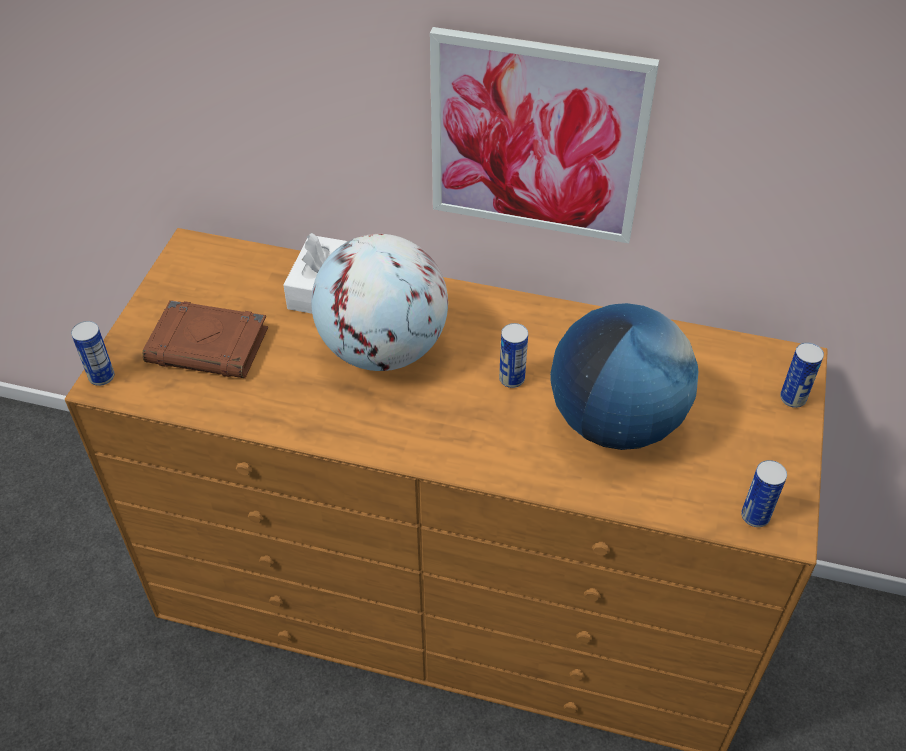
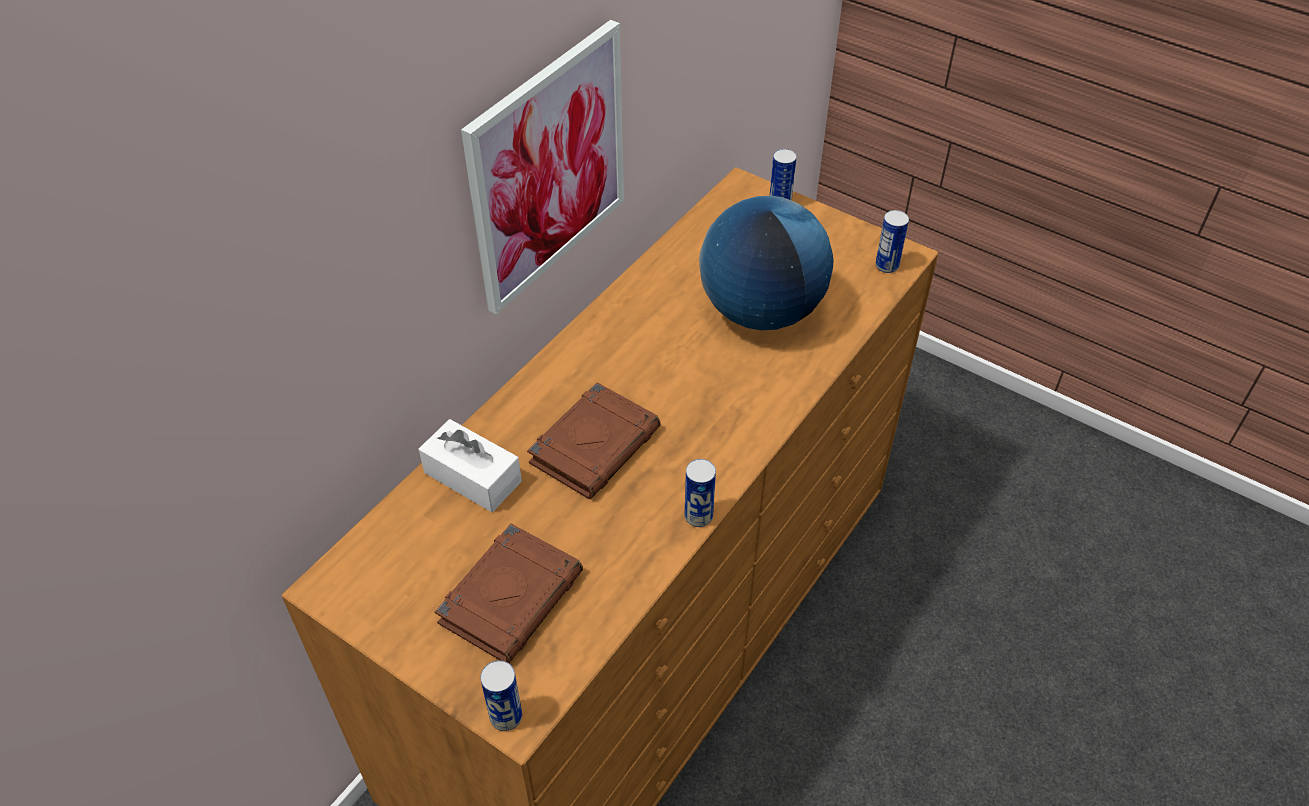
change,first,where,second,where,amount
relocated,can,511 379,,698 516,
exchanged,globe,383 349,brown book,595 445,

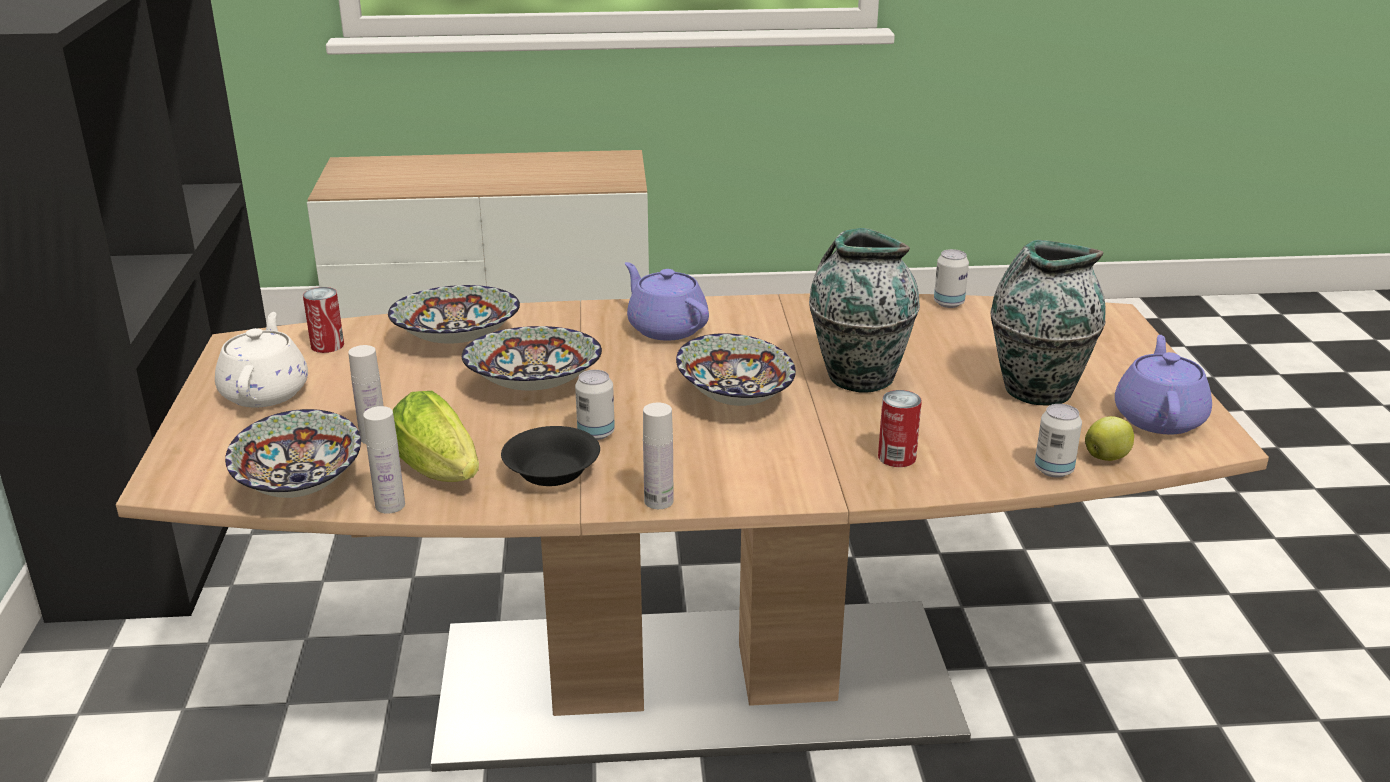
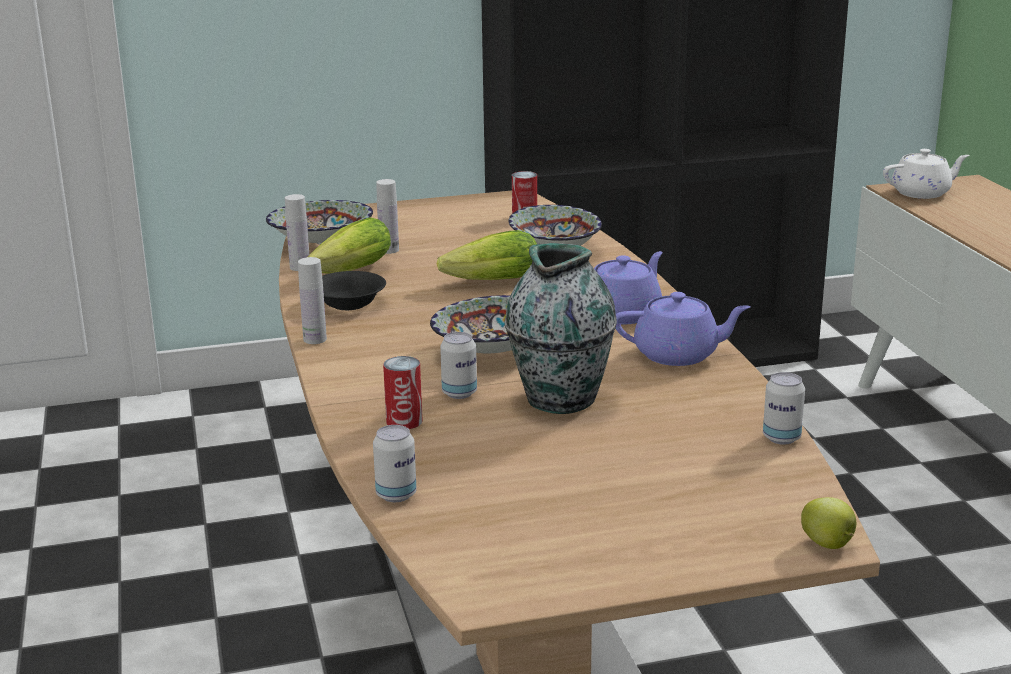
change,first,where,second,where,amount
missing,vase,1035 390,,,
relocated,white teapot,266 392,,922 193,
relocated,can,596 433,,459 393,
relocated,apple,1107 457,,828 545,
relocated,purple teapot,1159 417,,678 354,
exchanged,bowl,534 385,lettuce,487 282,

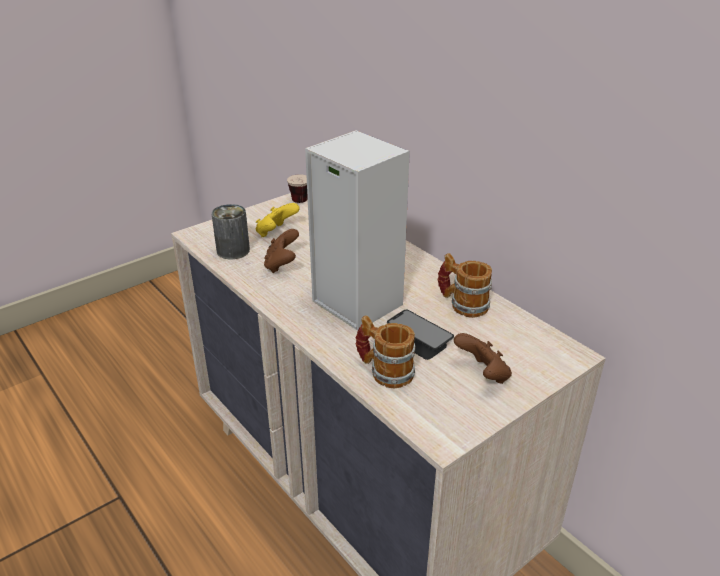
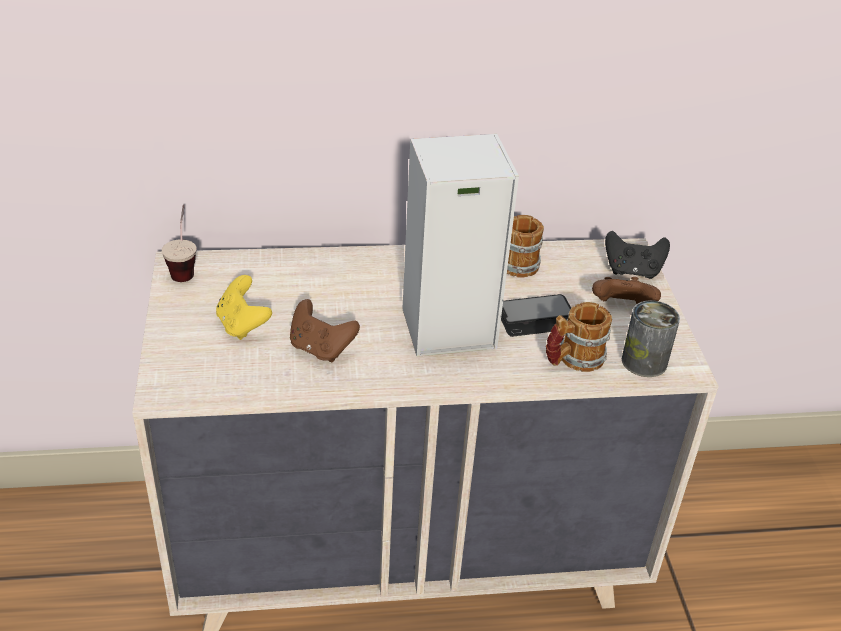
change,first,where,second,where,amount
appeared,,,black game controller,632 271,
relocated,can,233 250,,644 361,

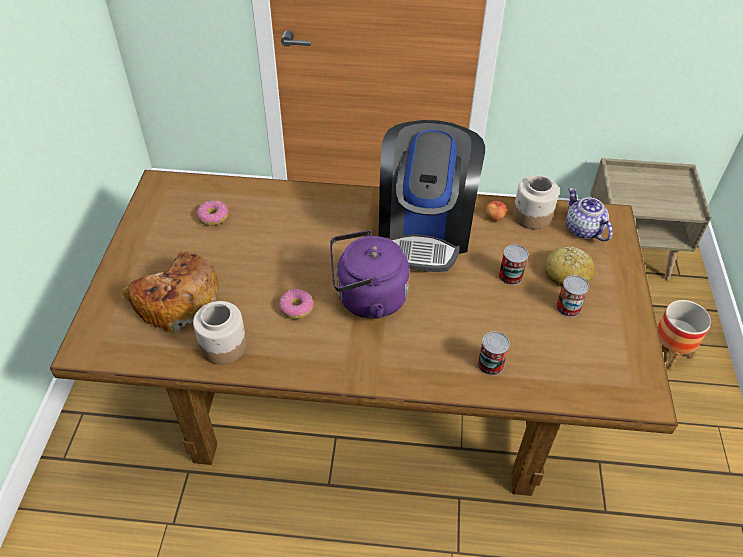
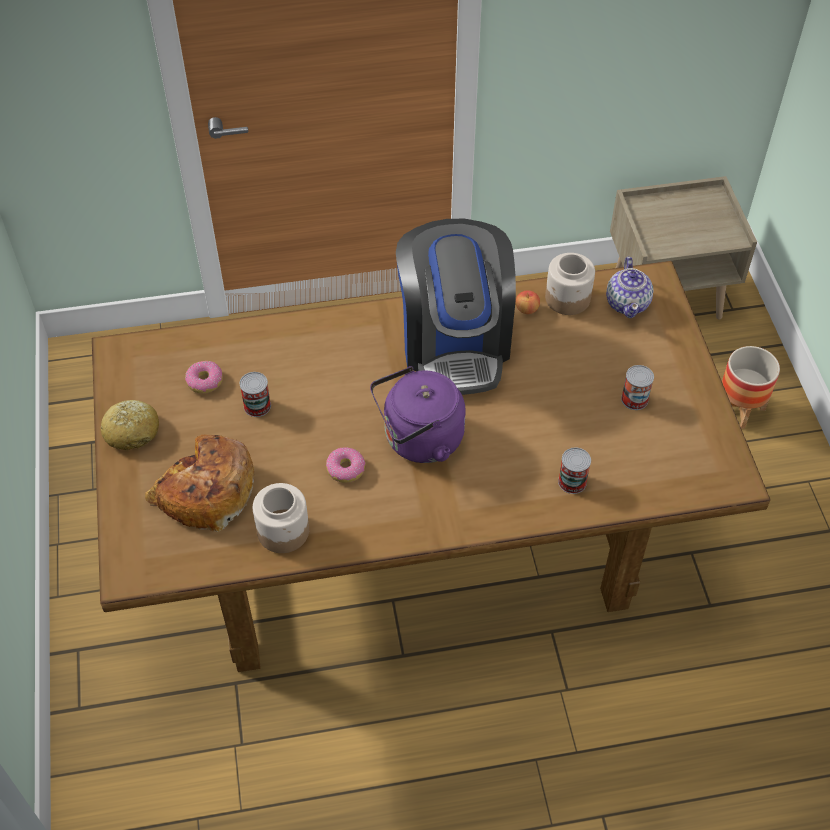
change,first,where,second,where,amount
relocated,can,510 276,,257 406,
relocated,bread,567 273,,132 431,
spun,teapot,583 230,,627 303,135 degrees counterclockwise

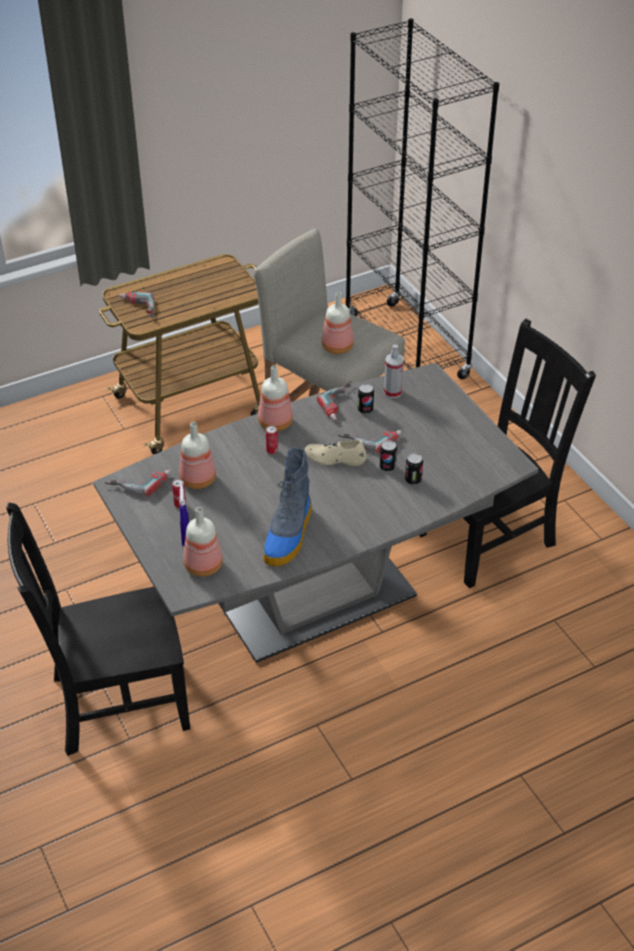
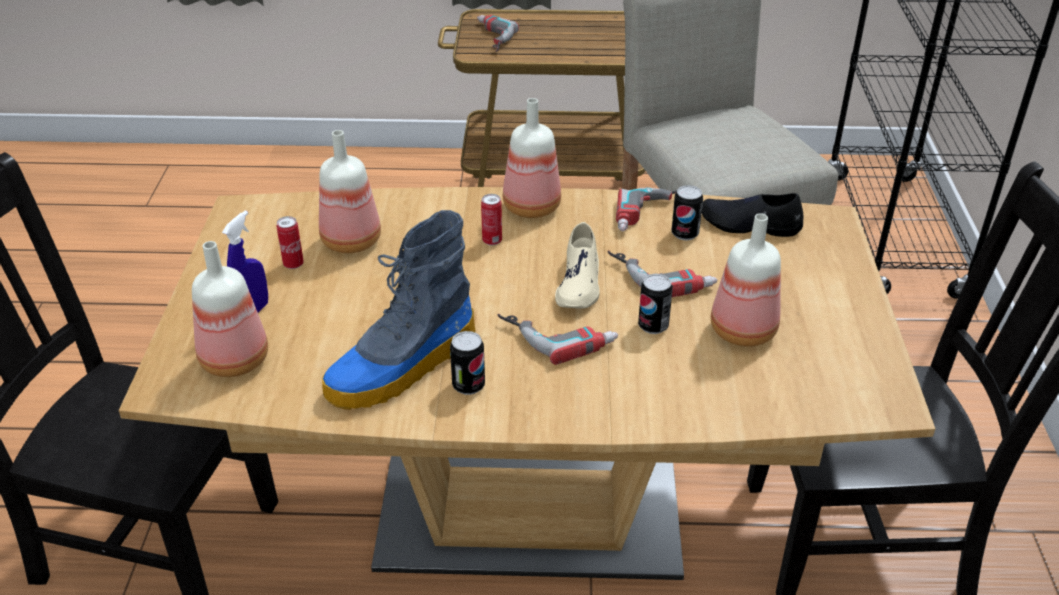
change,first,where,second,where,amount
relocated,power drill,139 481,,558 333,
relocated,bottle,336 347,,741 330,
relocated,can,413 480,,468 385,
exchanged,spray bottle,392 392,black shoe,749 224,
colour,grey dining table,317 599,brown dining table,529 517,
spun,beige shoe,335 458,,579 283,120 degrees counterclockwise

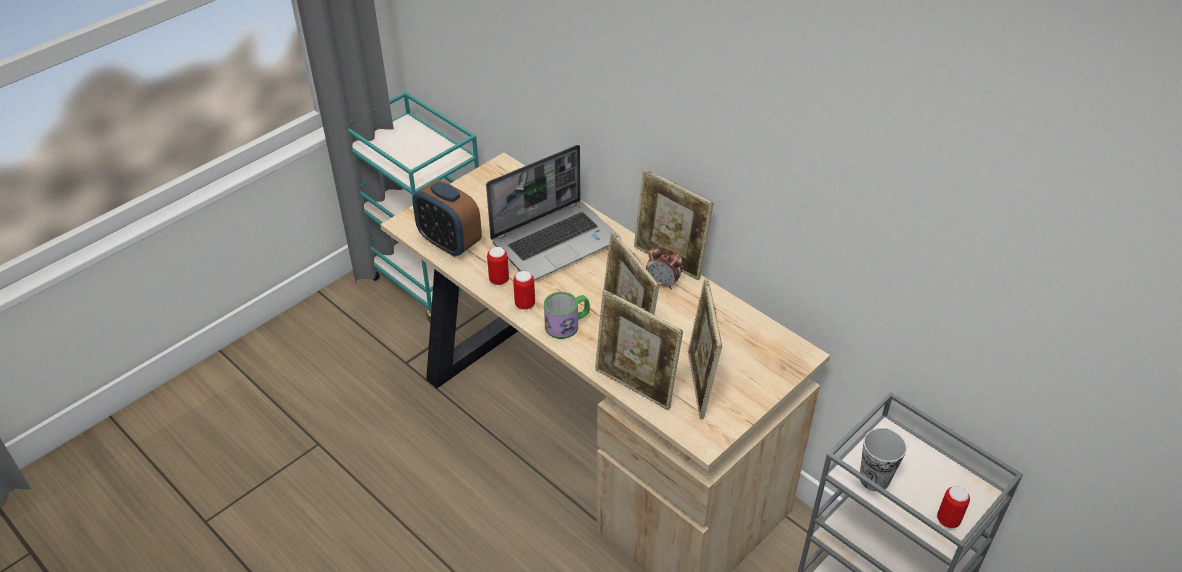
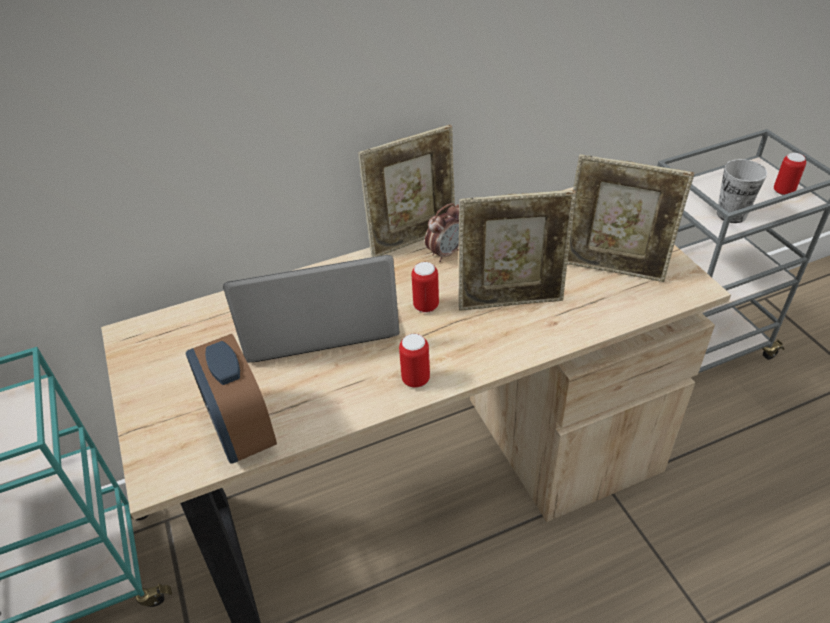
change,first,where,second,where,amount
missing,mug,567 324,,,
missing,picture frame,635 387,,,
relocated,can,499 280,,426 306,
spun,alarm clock,449 243,,242 431,90 degrees clockwise
spun,laptop,556 241,,316 320,90 degrees counterclockwise

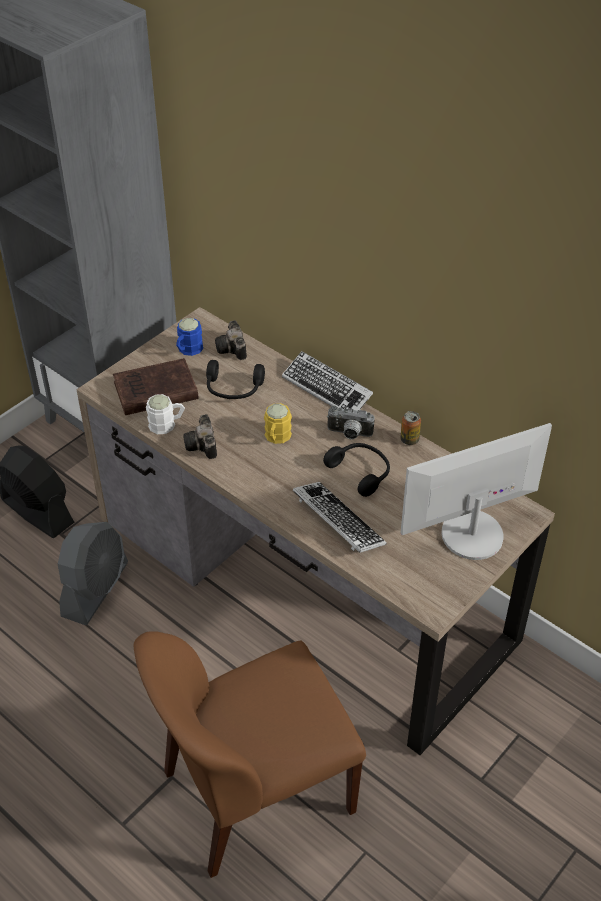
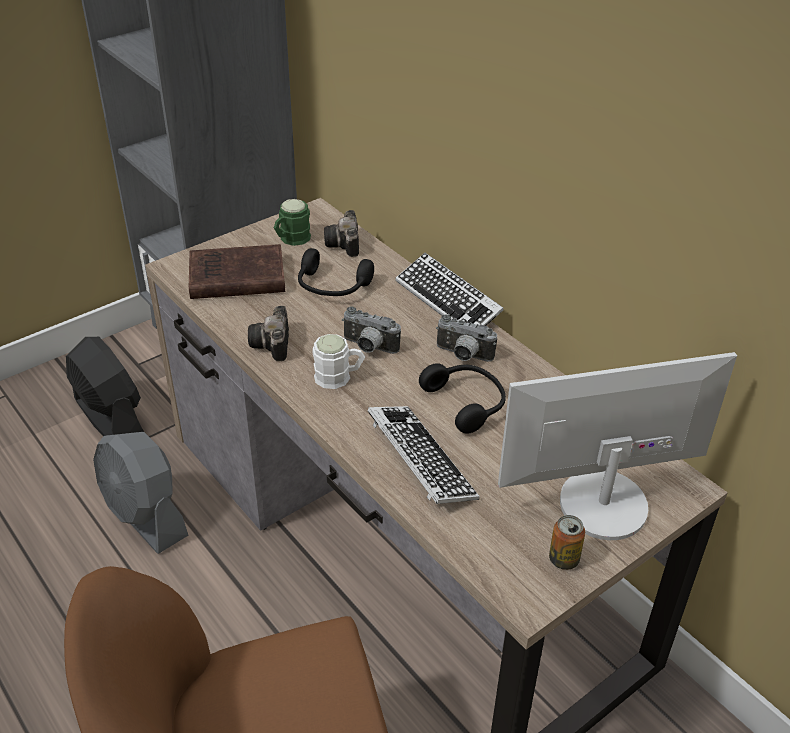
change,first,where,second,where,amount
relocated,white mug,167 424,,339 377,
relocated,can,409 440,,563 559,
exchanged,yellow mug,276 438,photo camera,368 347,
colour,blue mug,188 350,green mug,291 239,
spun,grey fan,95 589,,145 515,105 degrees clockwise

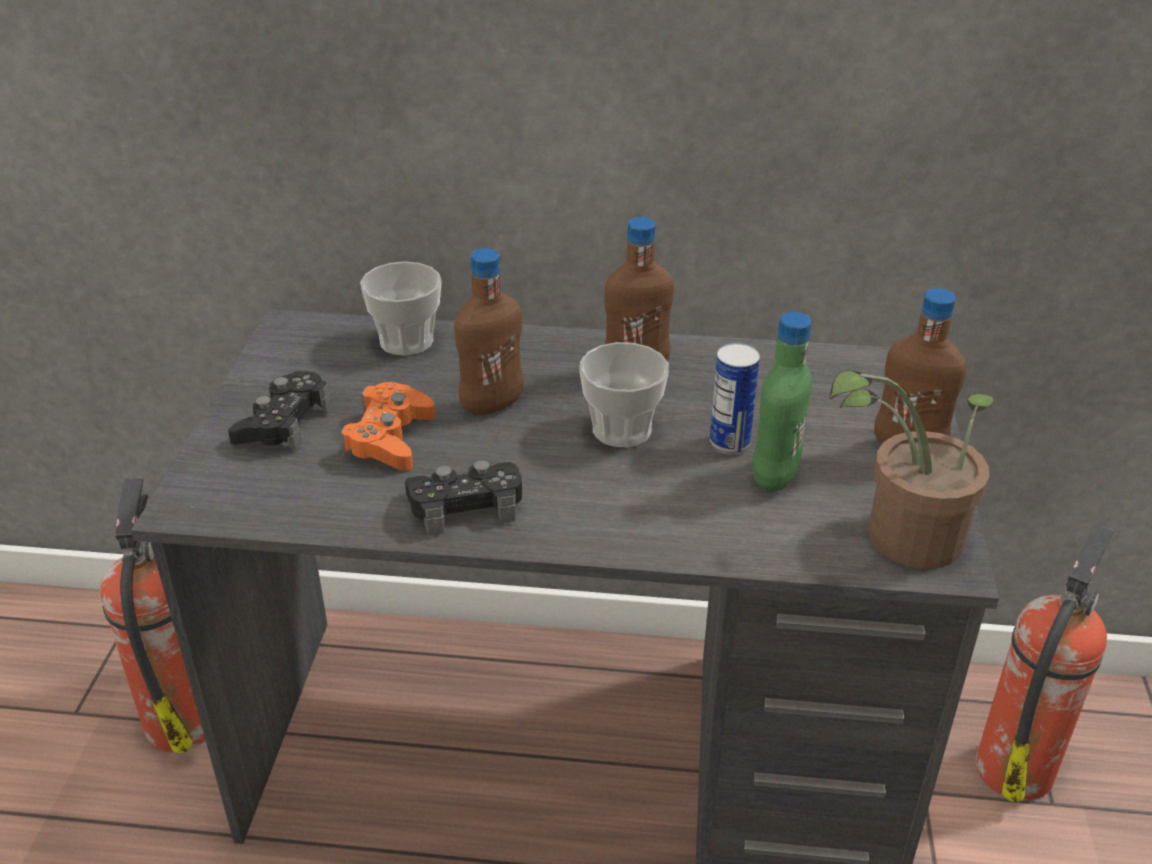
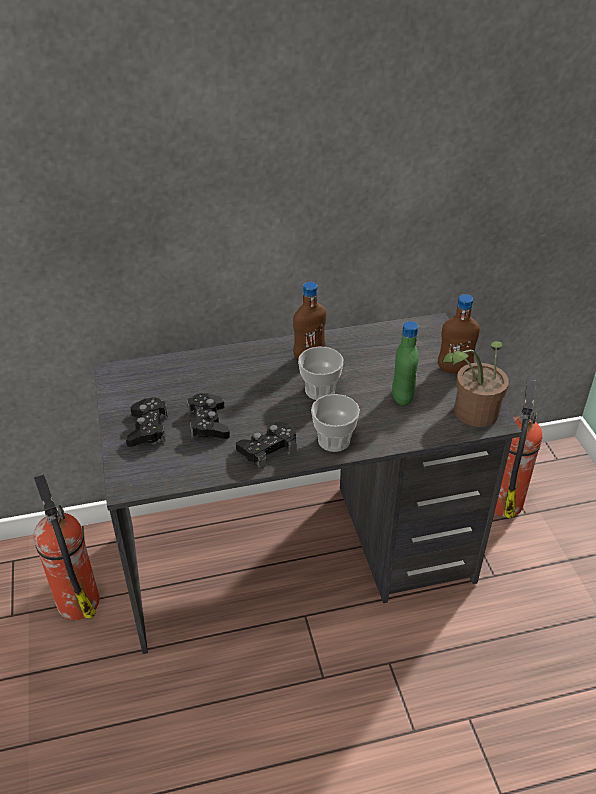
change,first,where,second,where,amount
missing,brown bottle,492 405,,,
missing,can,729 443,,,
relocated,cup,406 341,,334 440,
colour,orange game controller,389 438,black game controller,208 423,

